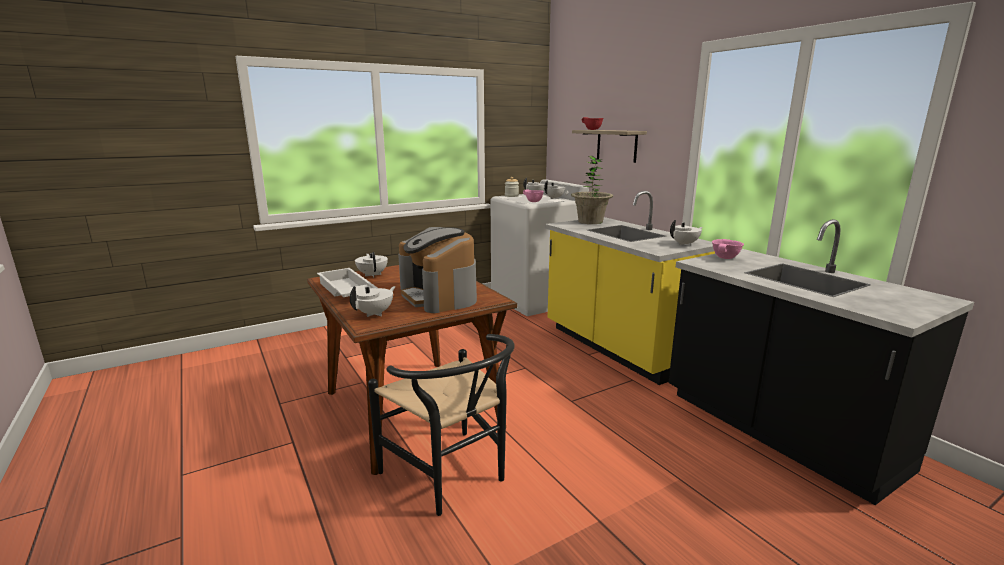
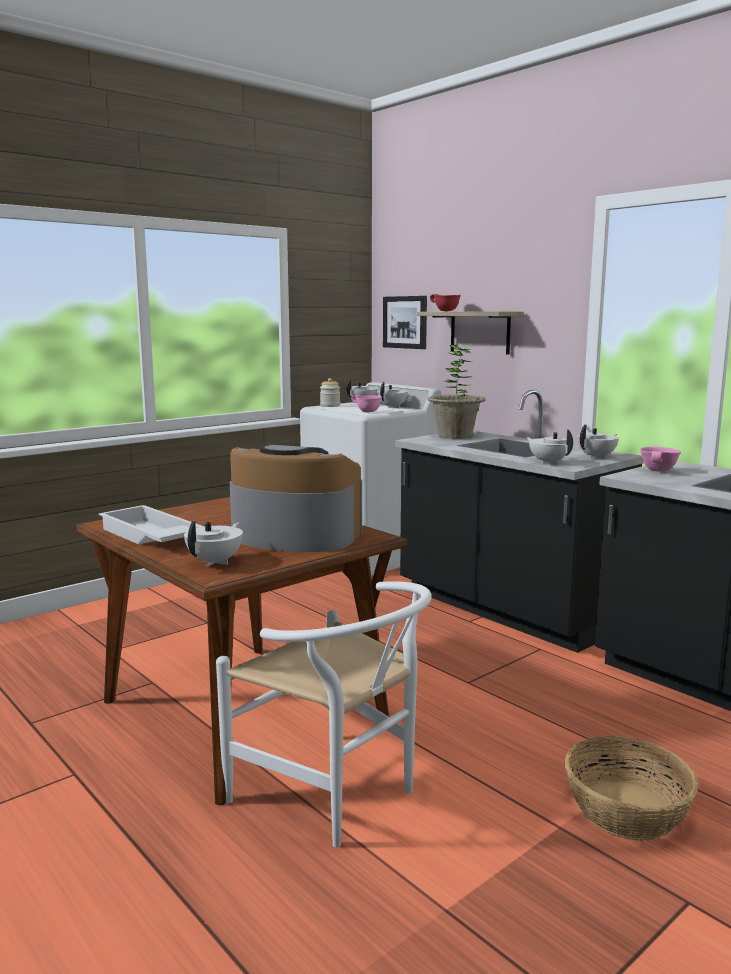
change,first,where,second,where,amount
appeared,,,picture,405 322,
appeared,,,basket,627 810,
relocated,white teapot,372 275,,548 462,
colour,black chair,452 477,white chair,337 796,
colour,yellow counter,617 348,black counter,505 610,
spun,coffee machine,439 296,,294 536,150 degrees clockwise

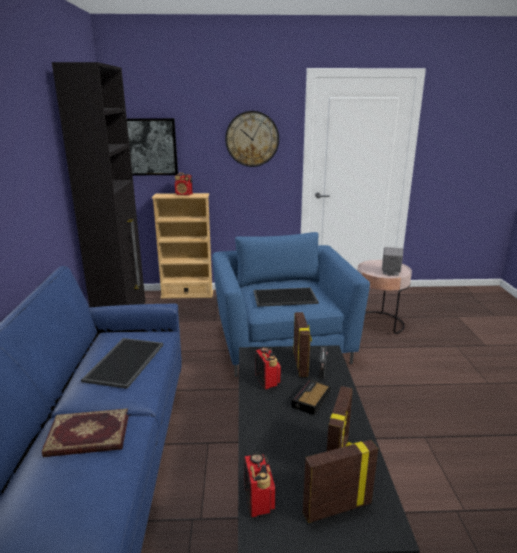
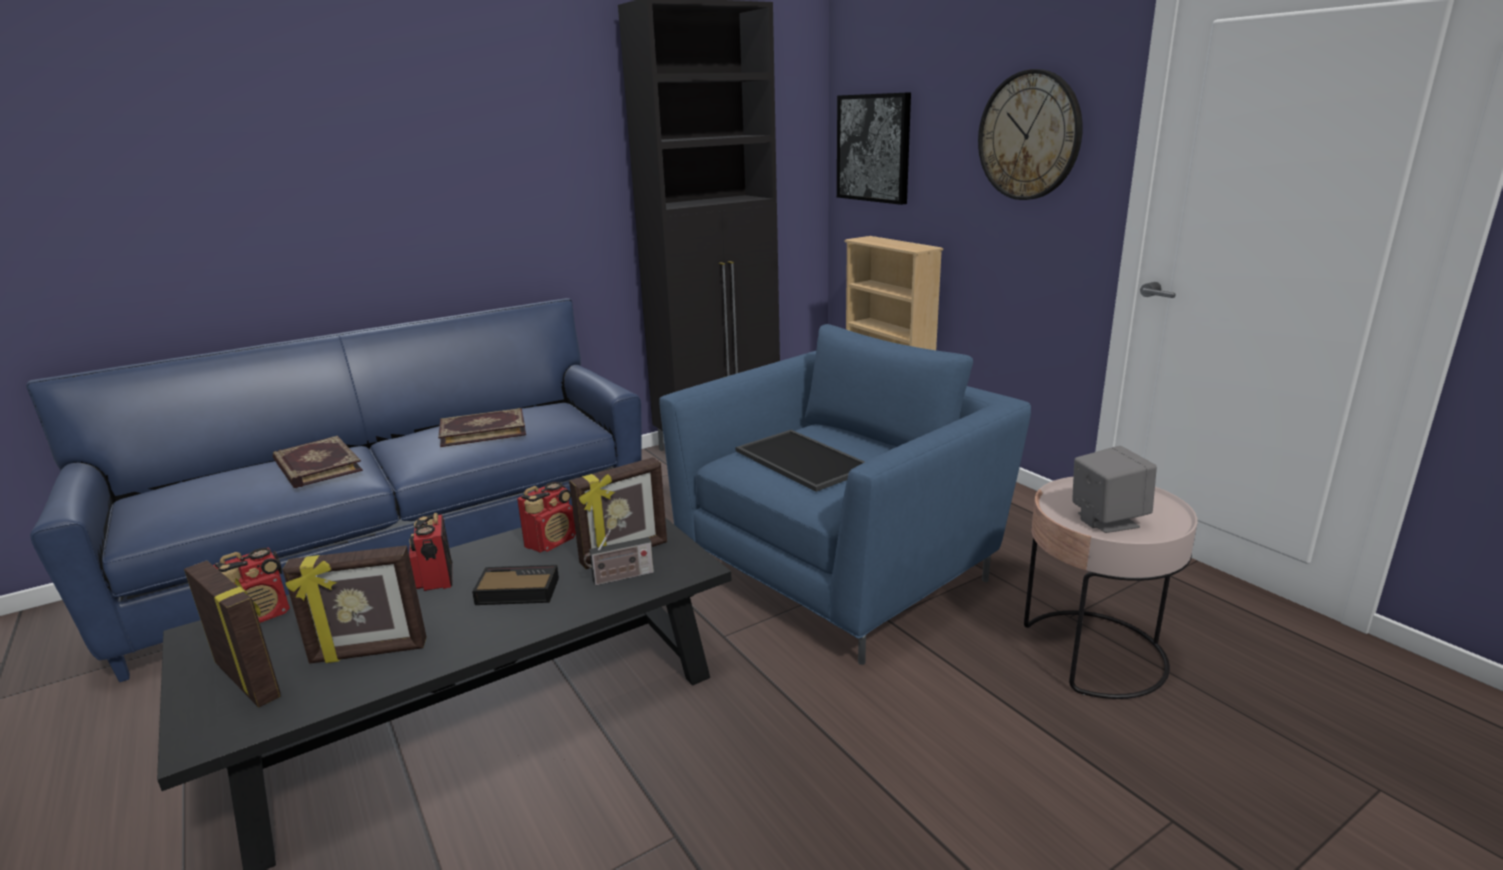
change,first,where,second,where,amount
relocated,radio,184 194,,435 579,
exchanged,tray,124 361,book,483 430,

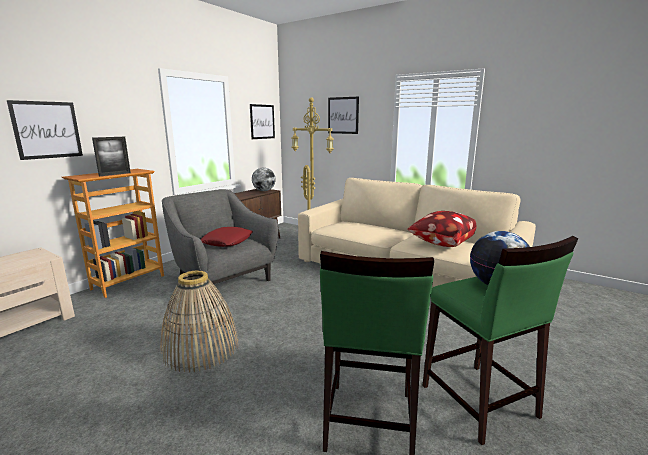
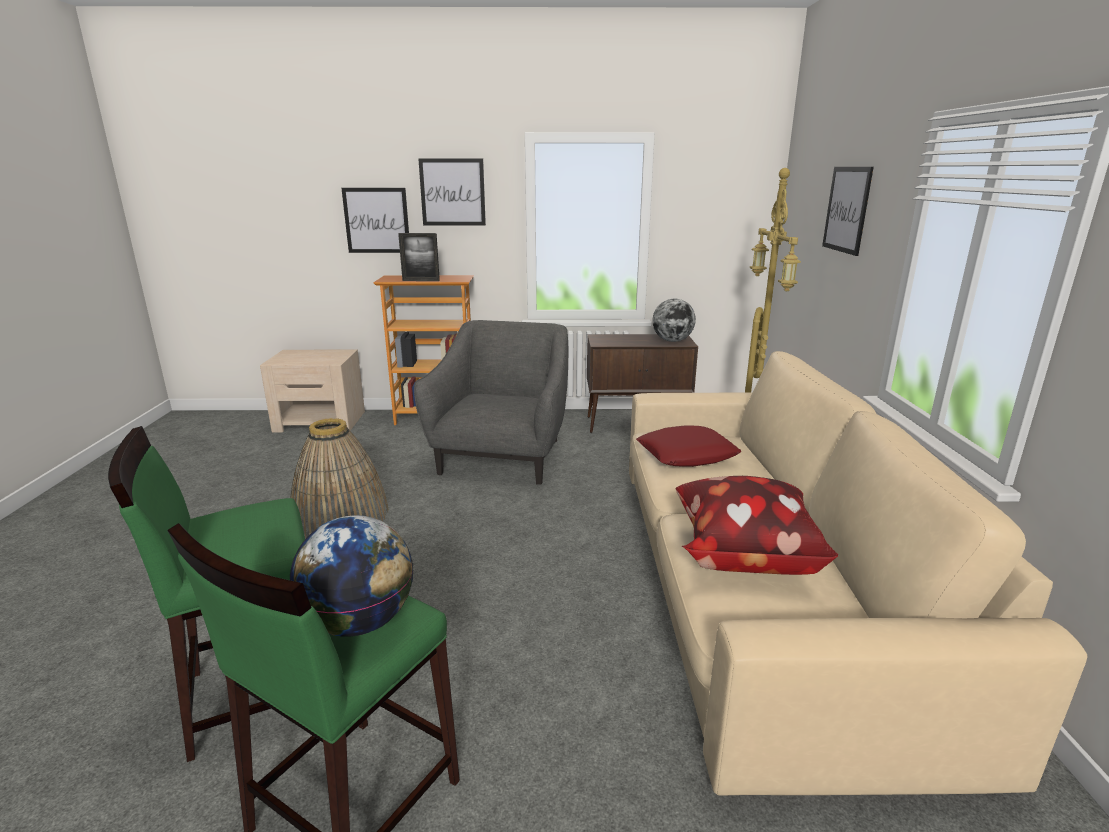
change,first,where,second,where,amount
relocated,red pillow,227 241,,687 454,
relocated,picture,262 121,,452 192,

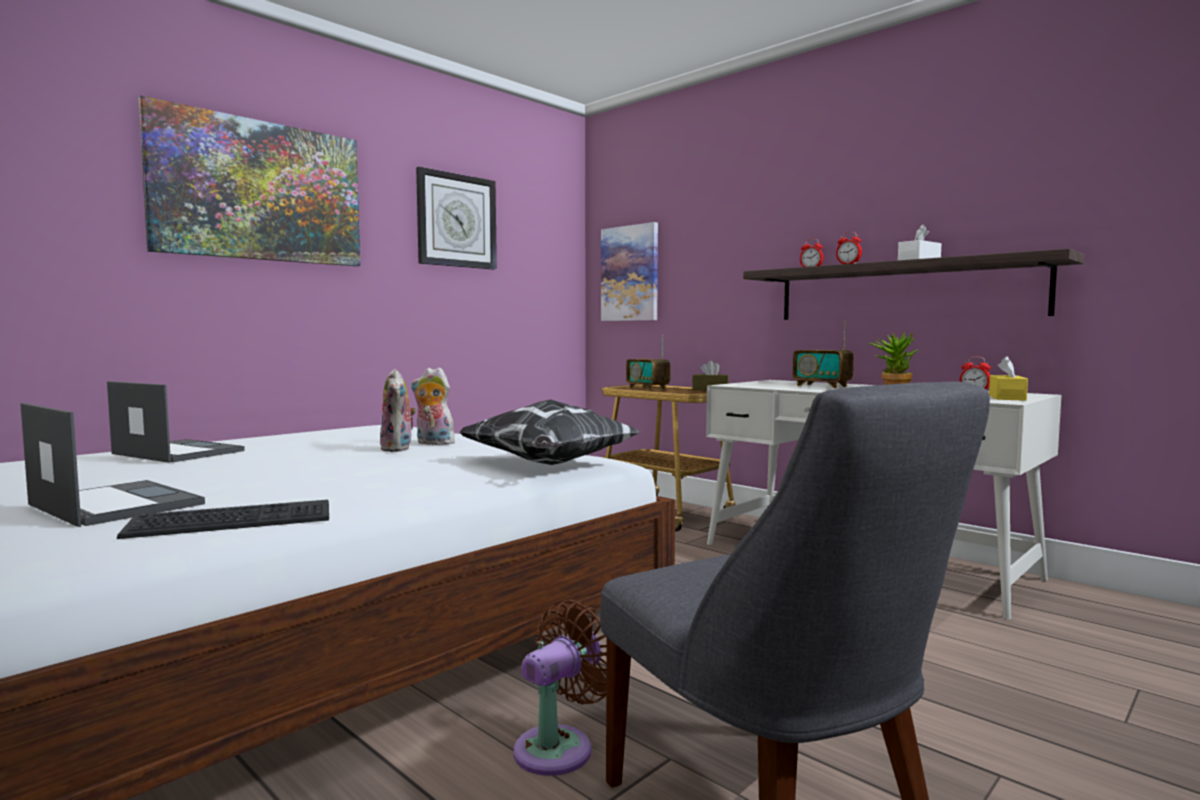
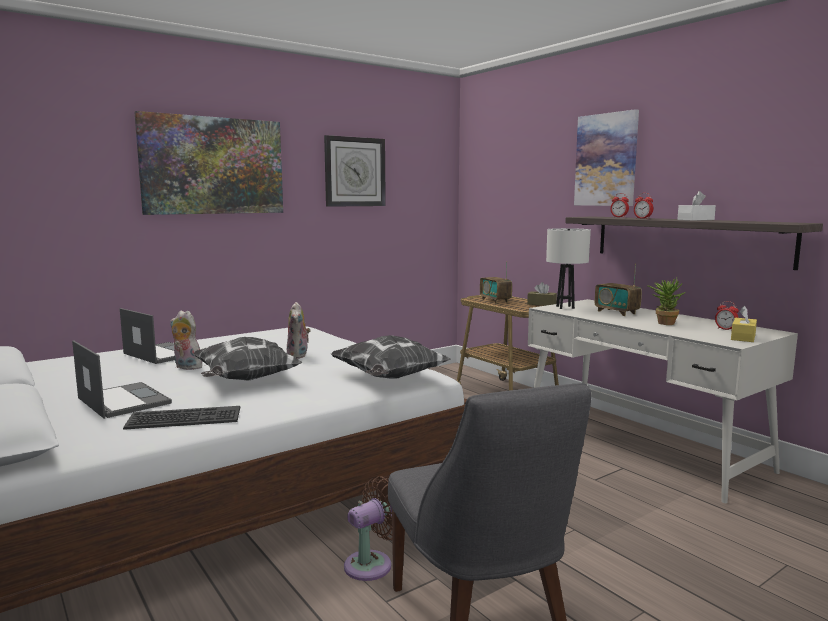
change,first,where,second,where,amount
appeared,,,pillow,245 380,
appeared,,,white table lamp,565 307,
relocated,plush toy,433 443,,186 367,
relocated,picture,630 273,,606 160,

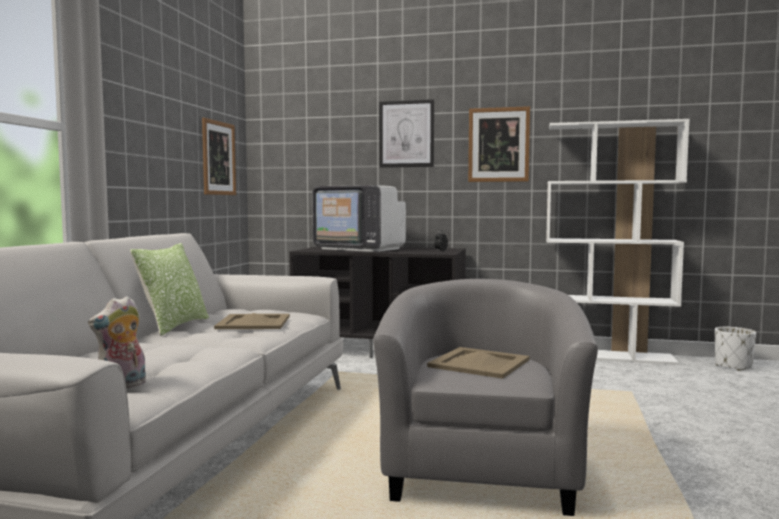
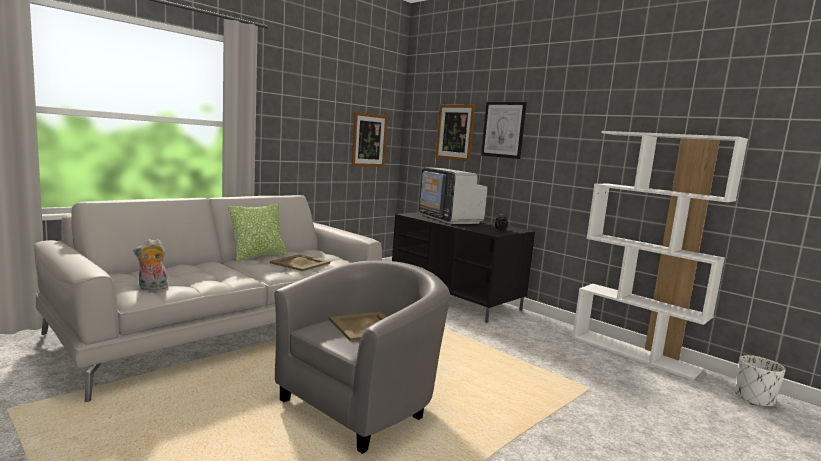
change,first,where,second,where,amount
relocated,picture,498 145,,455 132,

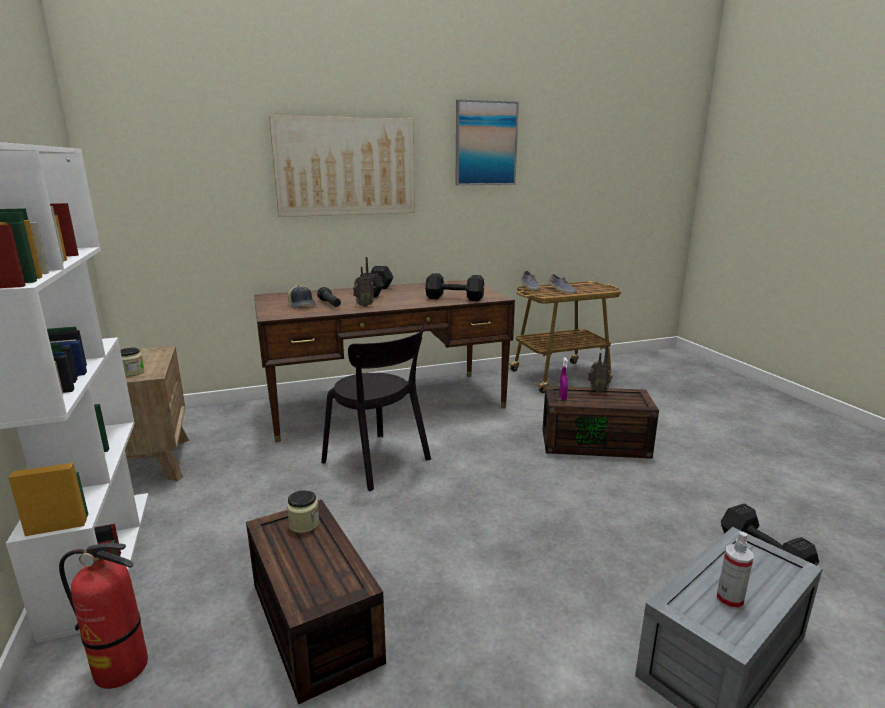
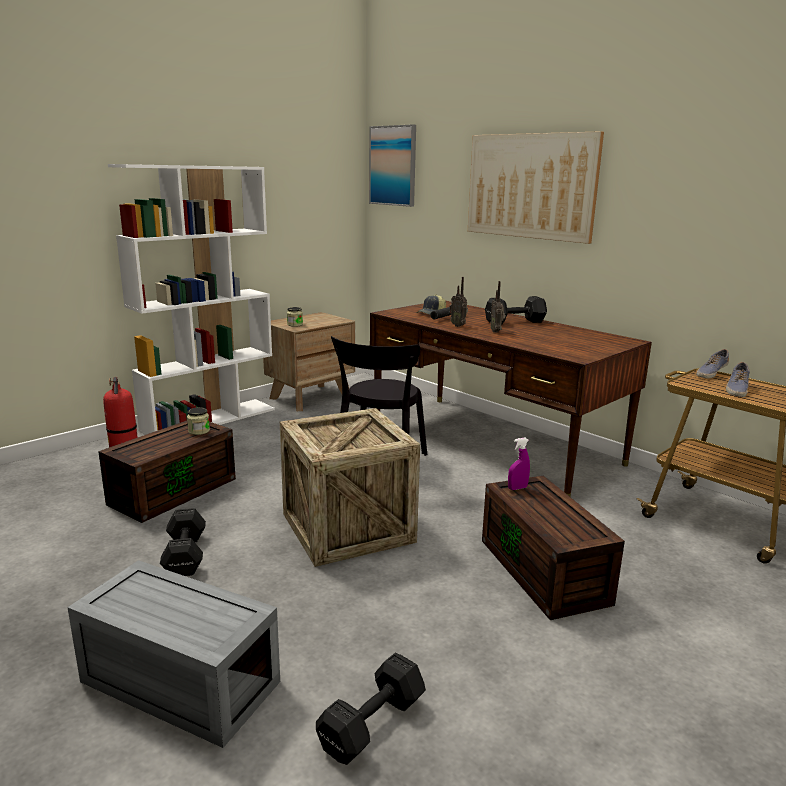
change,first,where,second,where,amount
missing,spray bottle,729 600,,,
appeared,,,crate,347 527,
relocated,black dumbbell,456 298,,184 556,
relocated,picture,485 143,,393 166,
relocated,radio,597 391,,496 331,

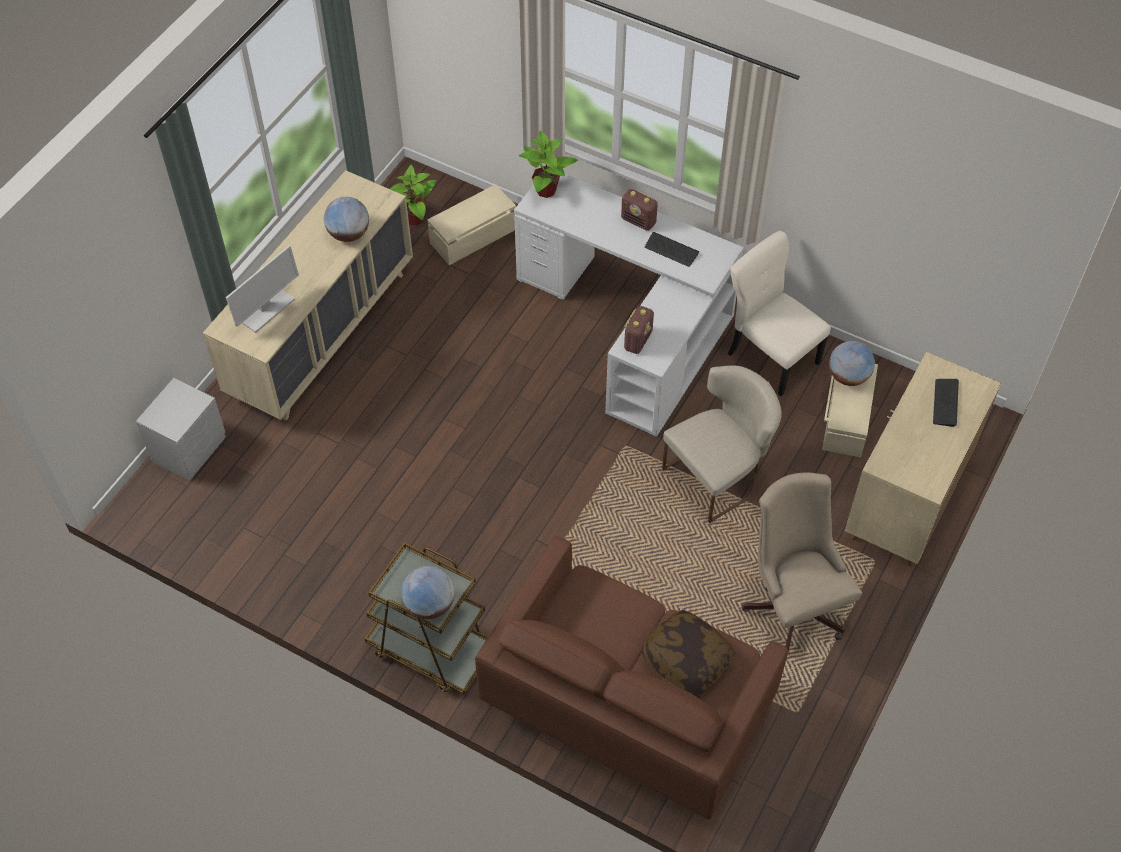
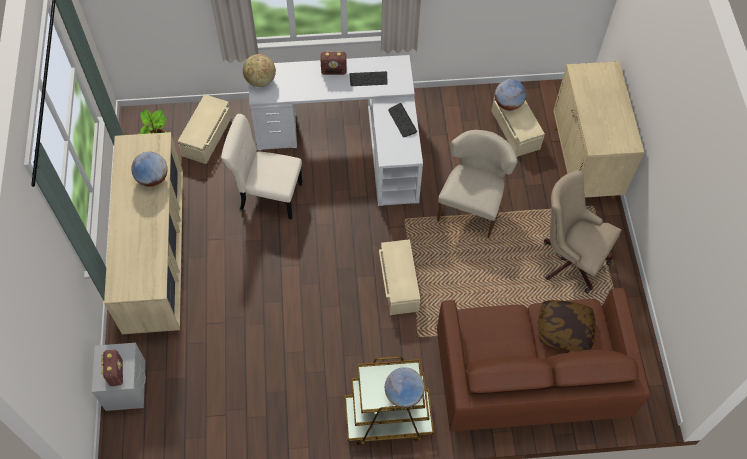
change,first,where,second,where,amount
missing,monitor,265 310,,,
appeared,,,beige storage box,398 283,
relocated,radio,638 340,,116 372,
relocated,beige chair,770 356,,268 195,
relocated,keyboard,945 403,,402 121,
exchanged,potted plant,546 190,globe,260 81,

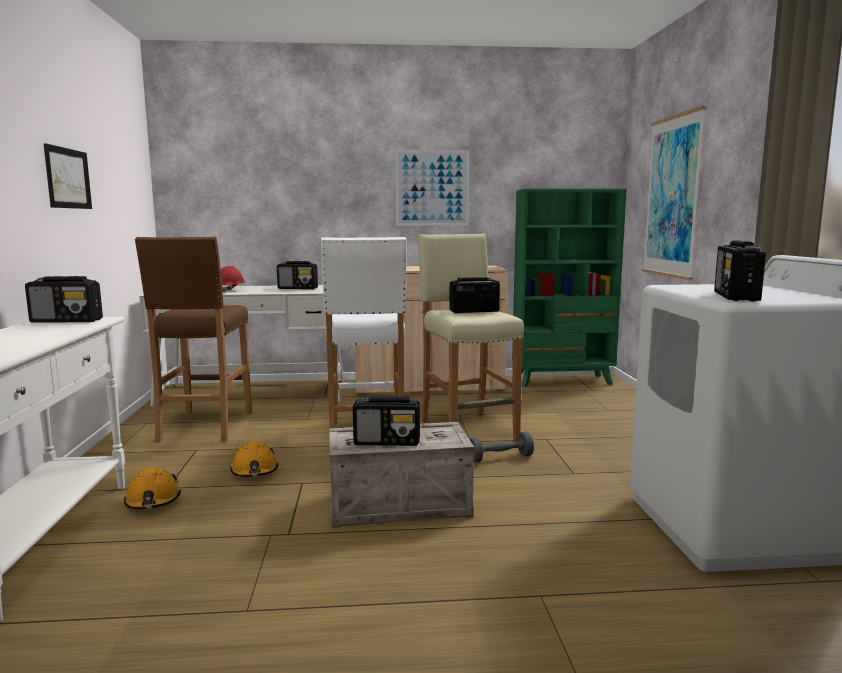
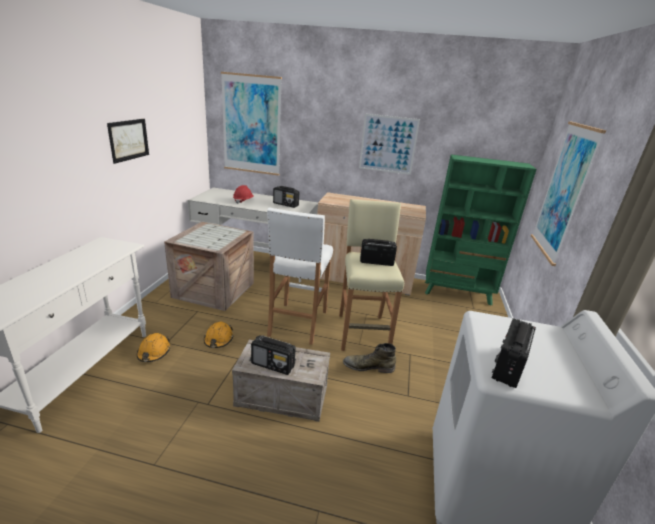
change,first,where,second,where,amount
missing,radio,67 321,,,
appeared,,,picture,251 125,
exchanged,brown stool,205 426,crate,212 290,
exchanged,grey dumbbell,500 458,green boot,368 366,

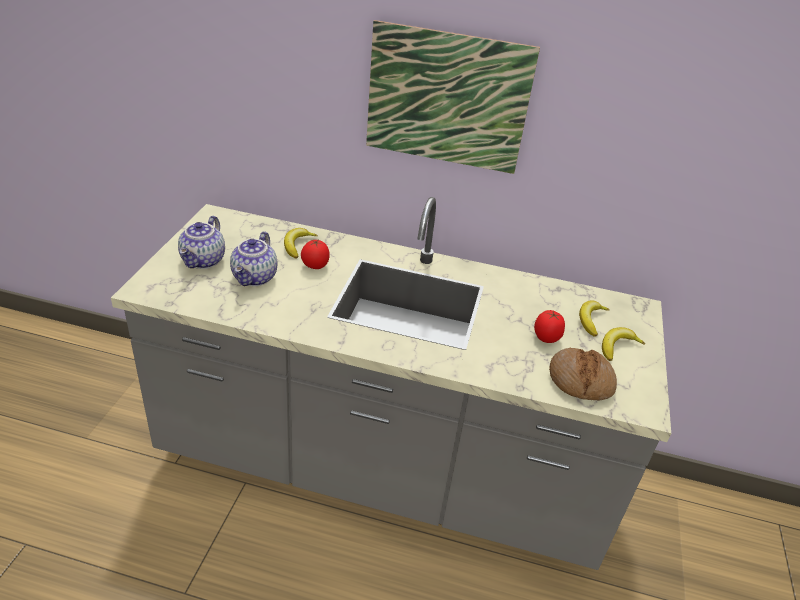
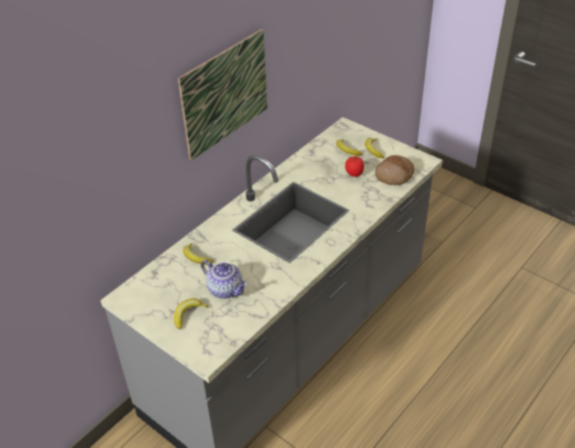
change,first,where,second,where,amount
missing,tomato,315 266,,,
exchanged,teapot,204 261,banana,188 314,

